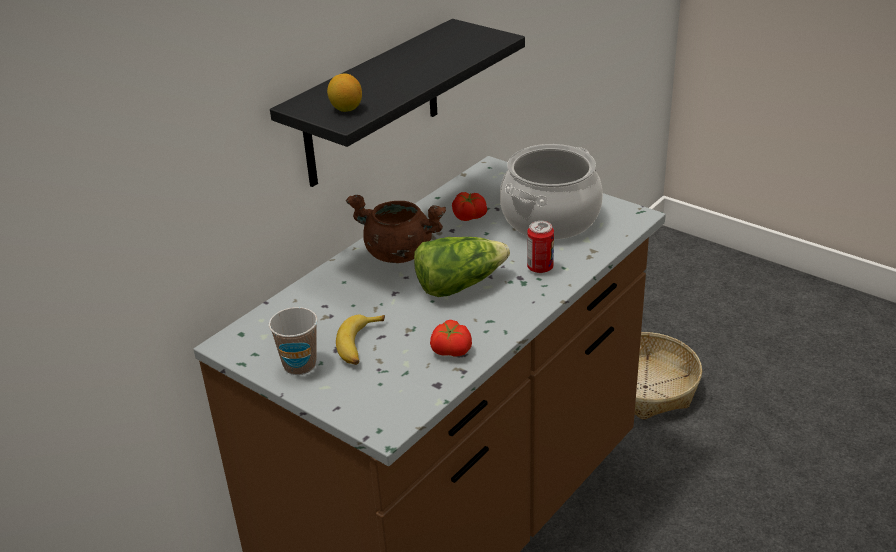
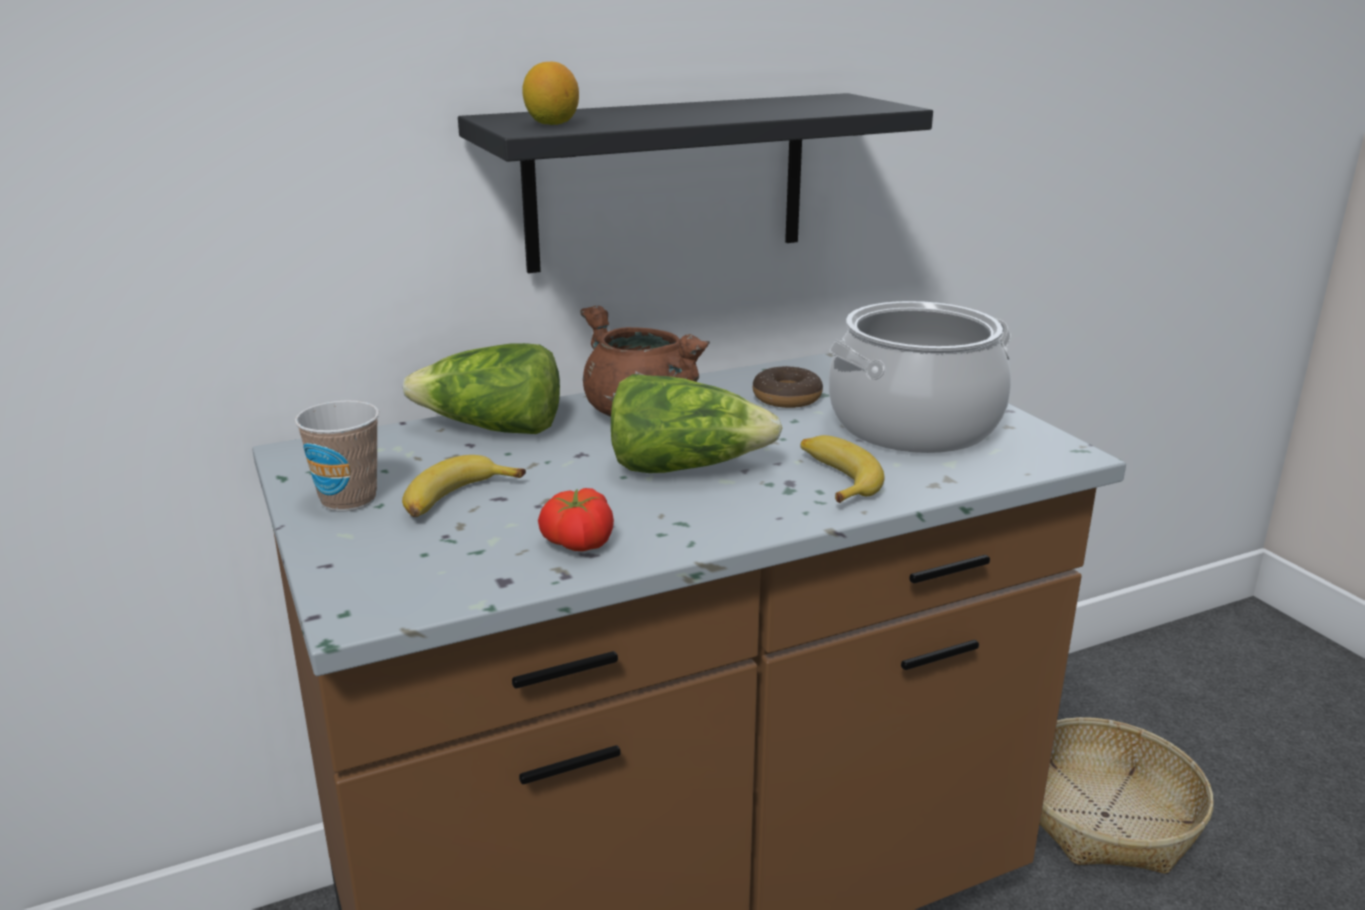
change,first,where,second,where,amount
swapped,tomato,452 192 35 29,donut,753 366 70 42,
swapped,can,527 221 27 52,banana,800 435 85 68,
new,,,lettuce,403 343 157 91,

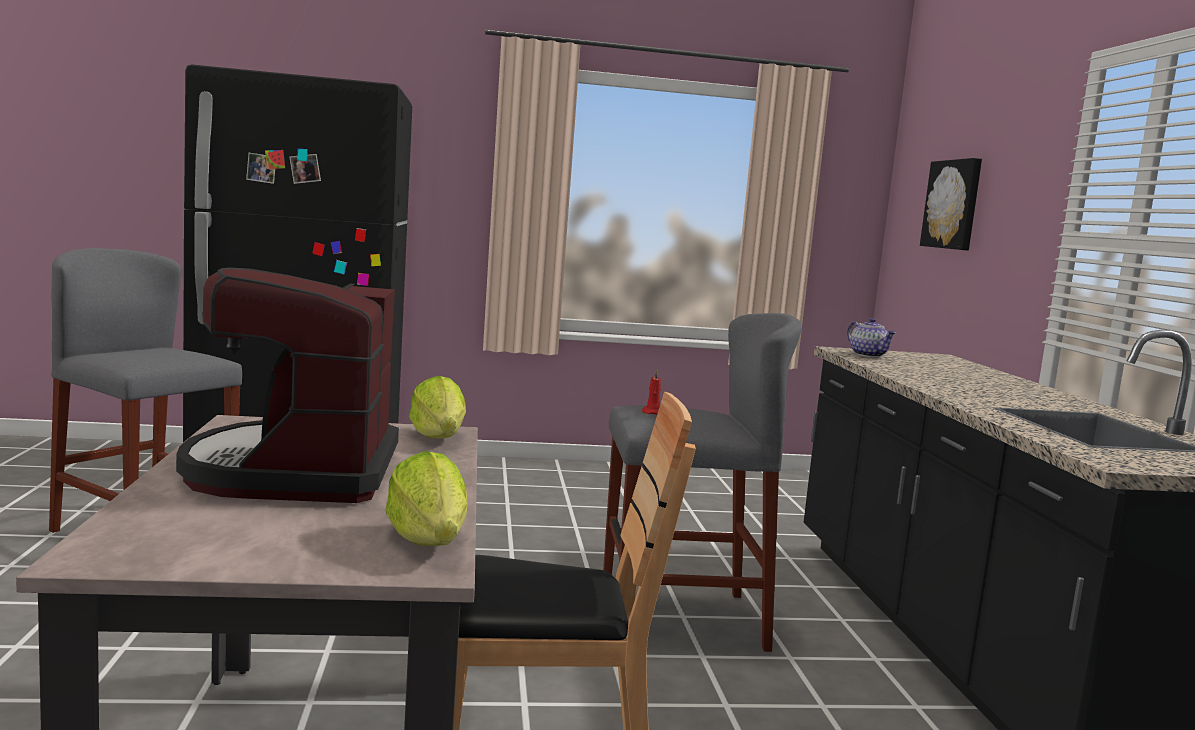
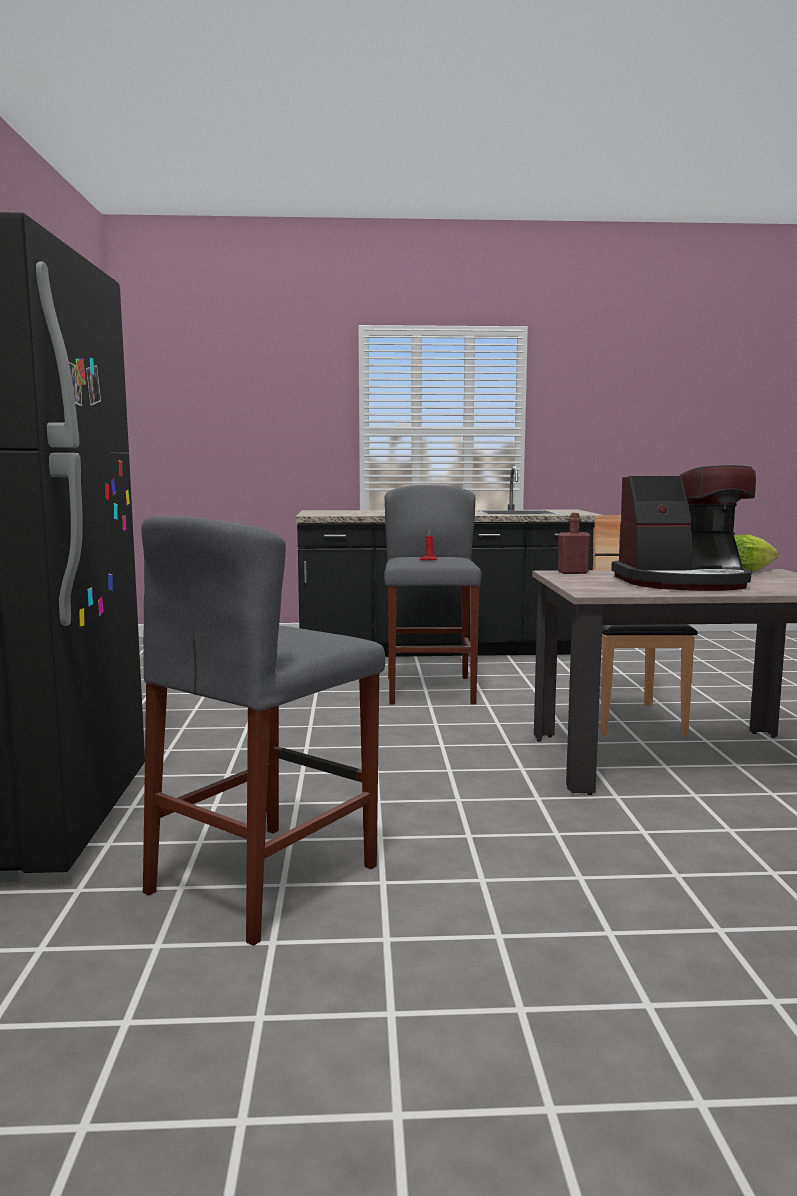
change,first,where,second,where,amount
gone,picture,920 158 62 93,,,
gone,teapot,847 318 49 40,,,
swapped,lettuce,409 376 57 62,red bottle,558 513 33 61,

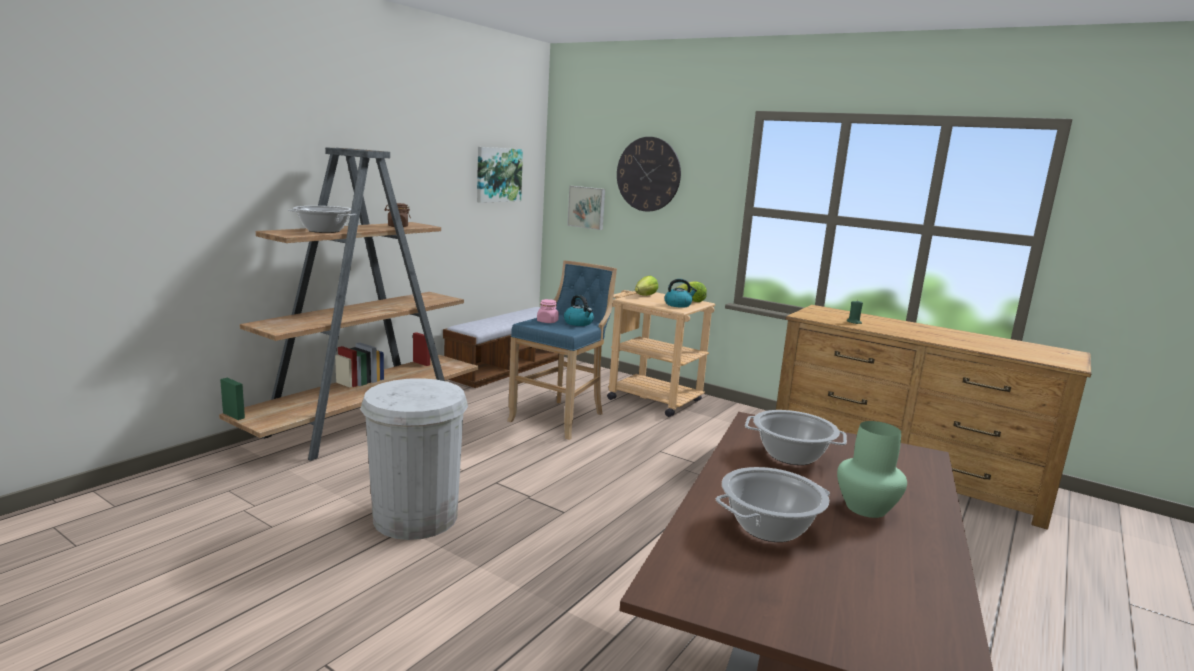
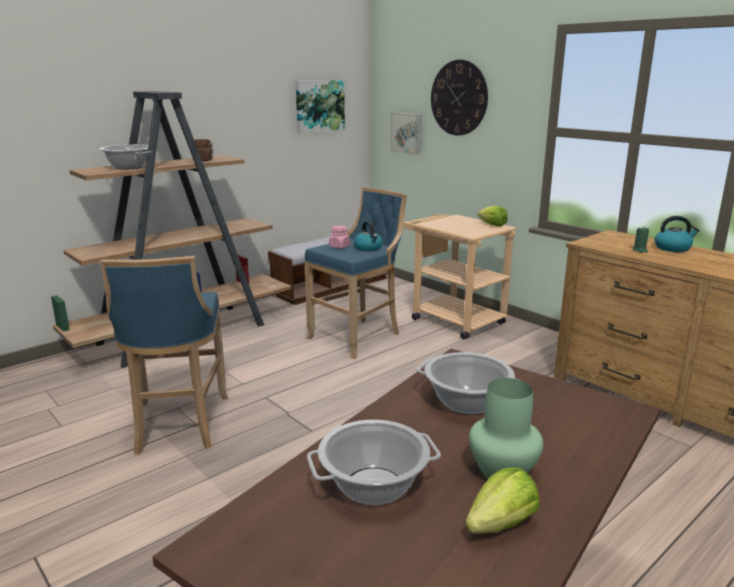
change,first,where,second,where,amount
shifted,lettuce,635 276 23 20,,466 467 74 67,
shifted,kettle,664 279 33 29,,655 216 45 36,
swapped,white trash can,360 378 108 162,blue stool,100 256 128 199,

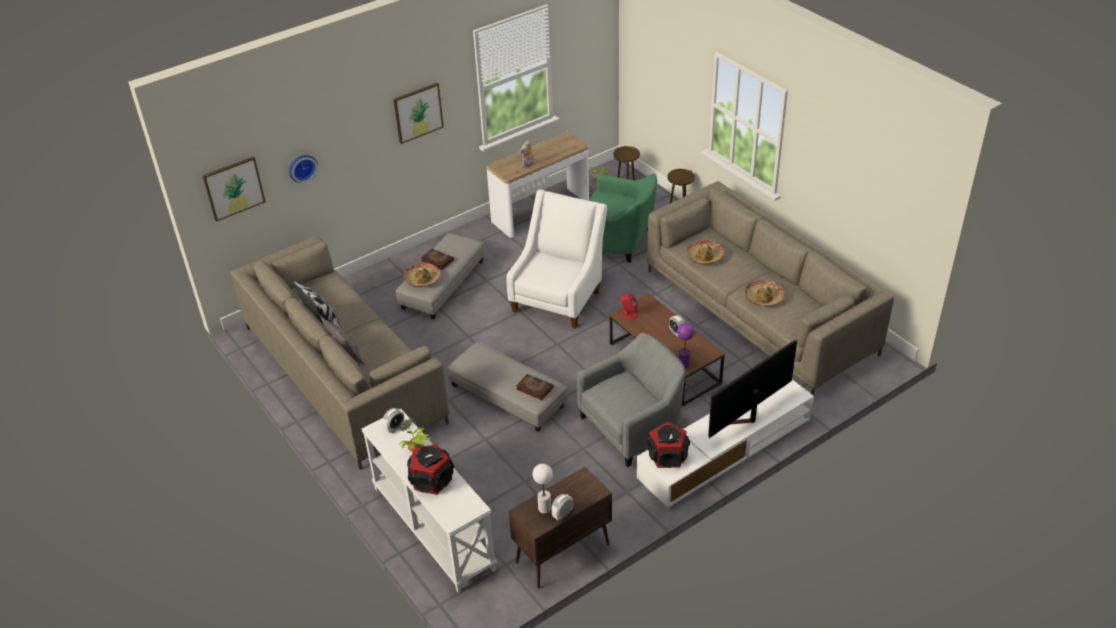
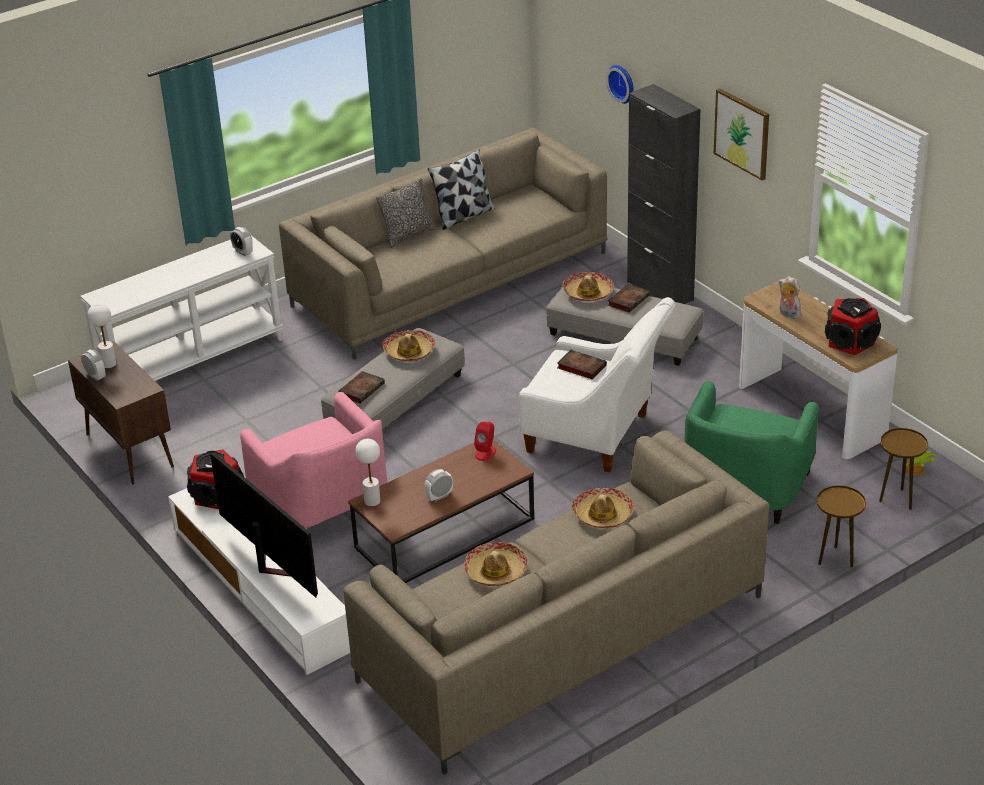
change,first,where,second,where,amount
gone,picture,202 156 64 66,,,
repainted,purple table lamp,677 323 18 45,white table lamp,355 439 25 67,
repainted,grey armchair,576 333 109 134,pink armchair,240 392 148 136,
gone,potted plant,400 418 30 34,,,
shifted,speaker,407 444 47 51,,825 298 56 57,
new,,,black cabinet,627 84 73 220,
new,,,hat,382 330 54 32,
new,,,book,557 350 50 30,

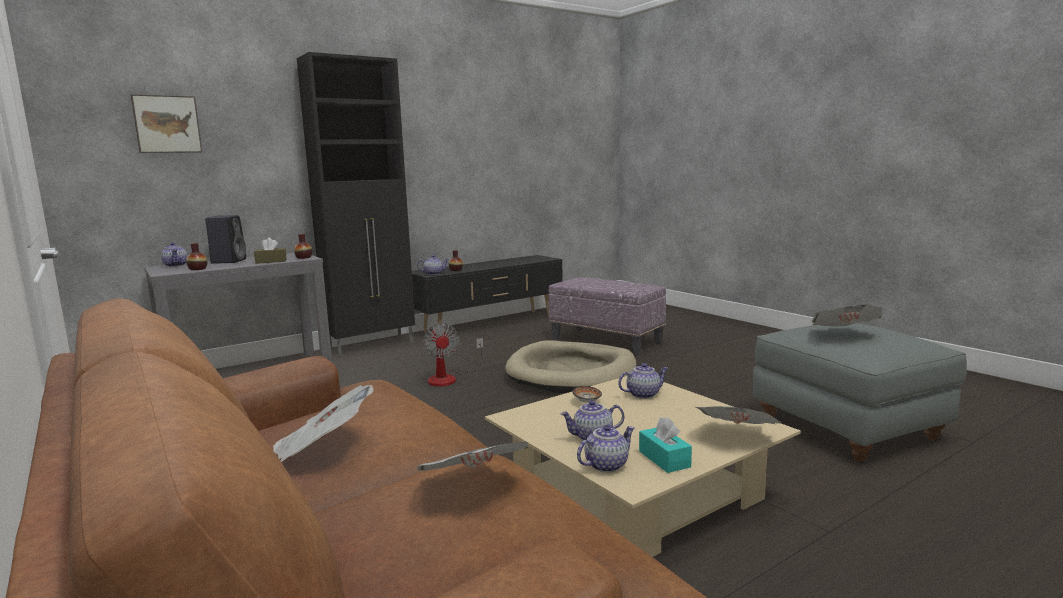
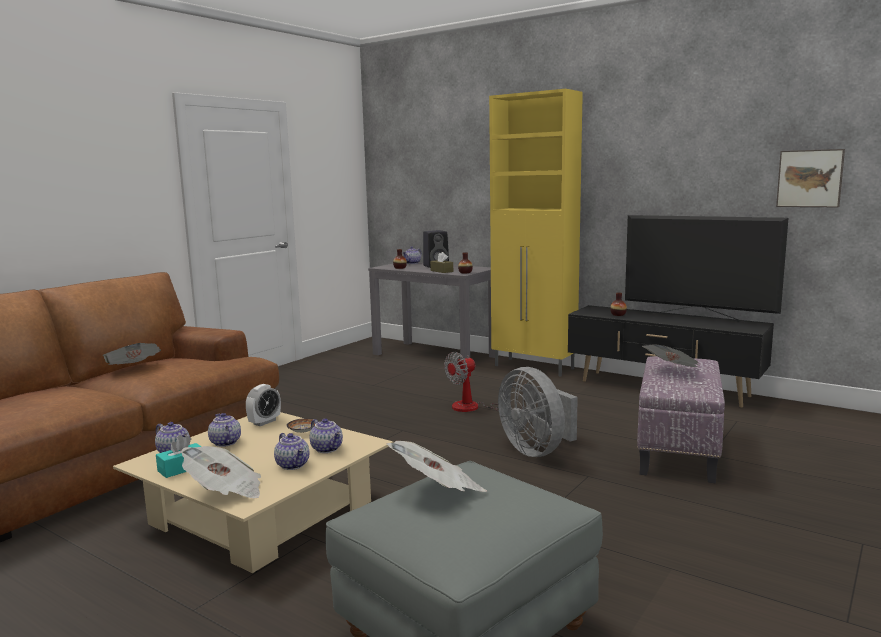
change,first,where,second,where,amount
repainted,black cabinet,297 52 118 305,yellow cabinet,489 89 94 288,
shifted,picture,131 94 71 59,,776 149 69 58,
shifted,teapot,417 255 32 20,,274 433 35 37,
swapped,beige dog bed,505 340 132 53,grey fan,498 367 80 90,
shifted,newspaper,417 442 112 29,,642 345 57 22,
new,,,television,625 215 163 108,
new,,,alarm clock,246 384 35 42,

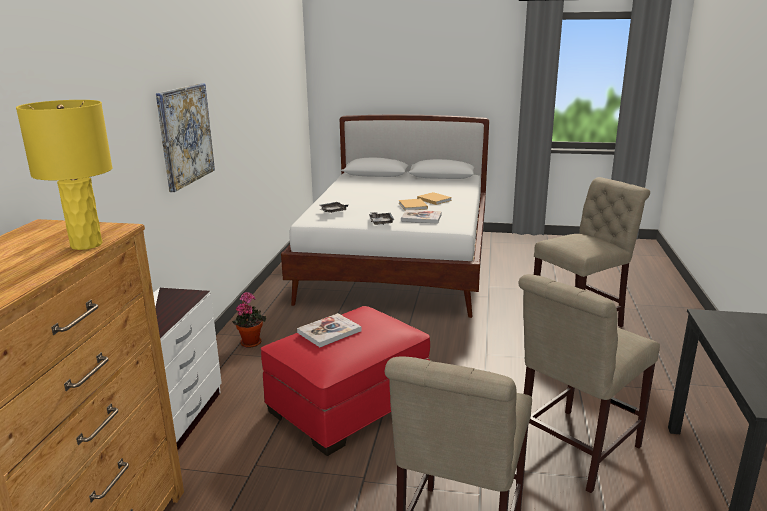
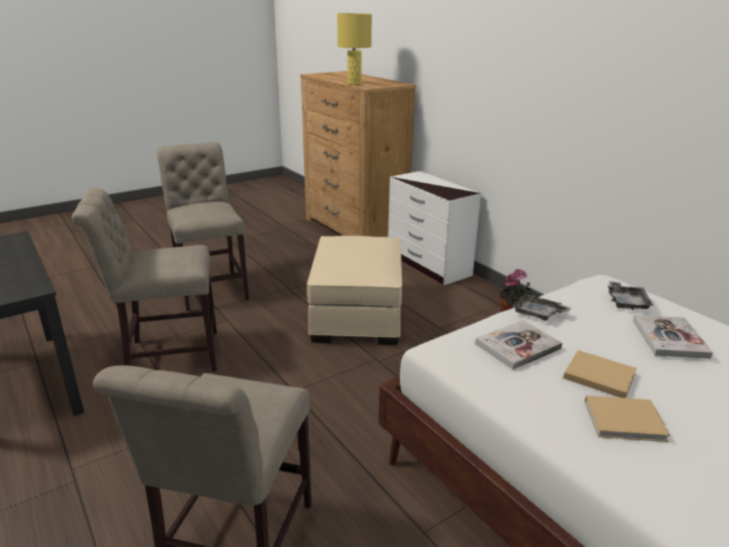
change,first,where,second,where,amount
gone,picture,156 83 59 109,,,
rotated,beige chair,518 274 142 219,,72 188 145 183,105 degrees counterclockwise
repainted,red ottoman,261 306 169 150,beige ottoman,307 236 95 109,
shifted,book,297 313 64 34,,633 315 80 44,

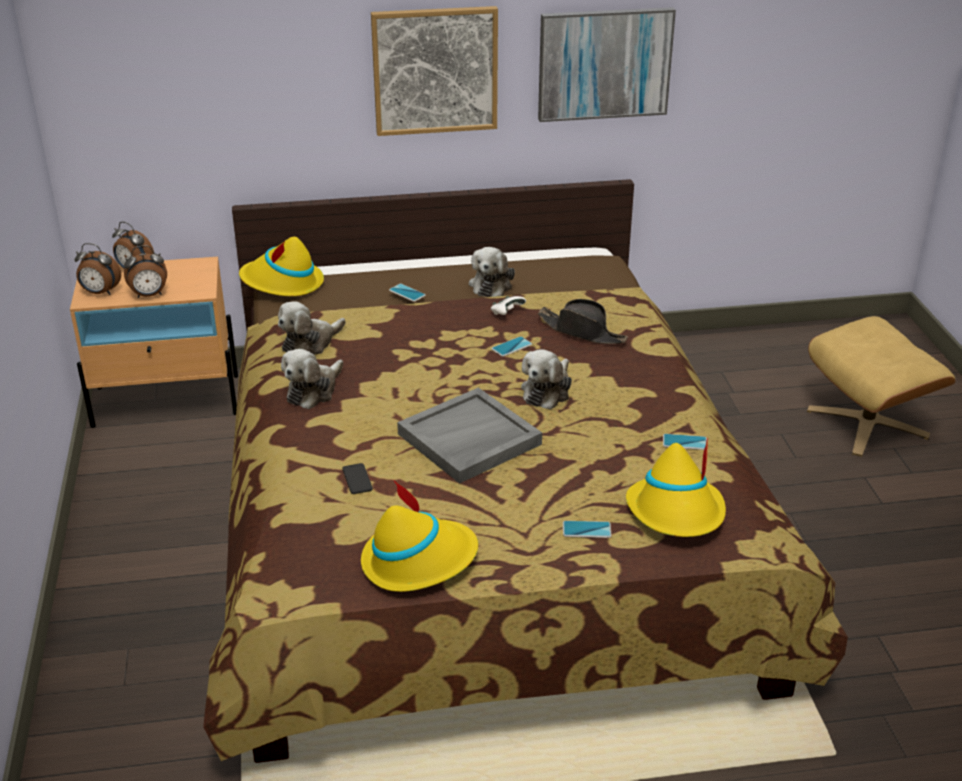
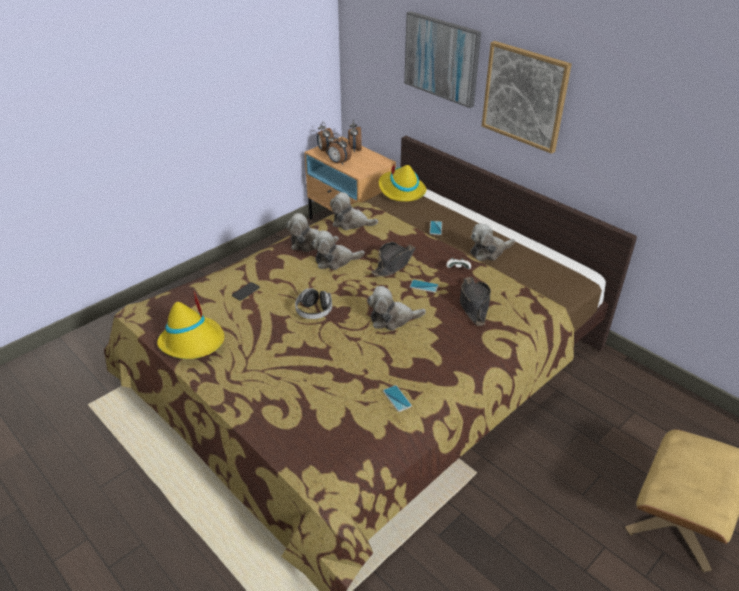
change,first,where,second,where,amount
shifted,picture,538 7 138 115,,404 11 77 97,
swapped,grey tray,397 387 145 97,headphones,295 288 37 31,
gone,yellow hat,626 437 100 100,,,
gone,phone,563 521 49 17,,,
new,,,plush toy,311 230 54 40,
new,,,black hat,371 242 44 35,

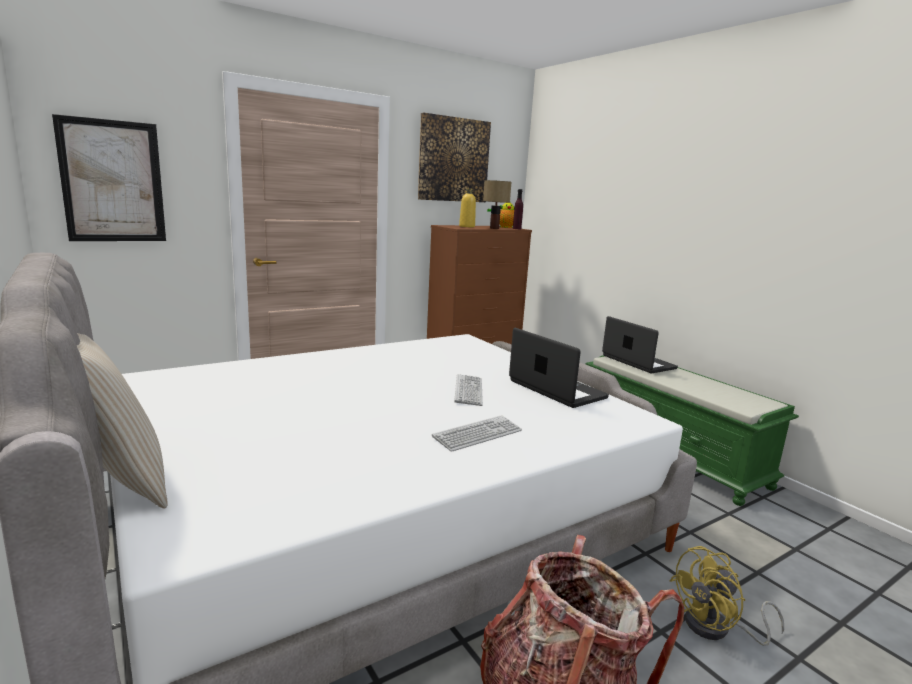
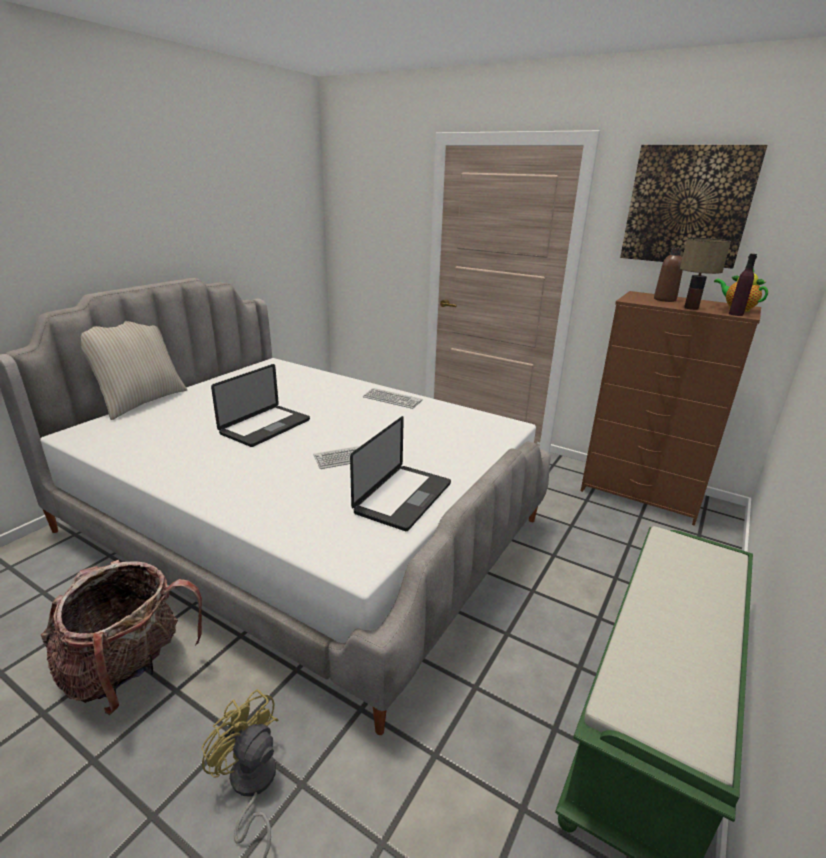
change,first,where,second,where,amount
gone,picture,52 114 114 127,,,
repainted,yellow bottle,459 189 17 38,brown bottle,654 248 29 54,
shifted,laptop,602 316 76 57,,211 364 99 83,
shifted,keyboard,432 415 90 37,,363 388 60 21,

